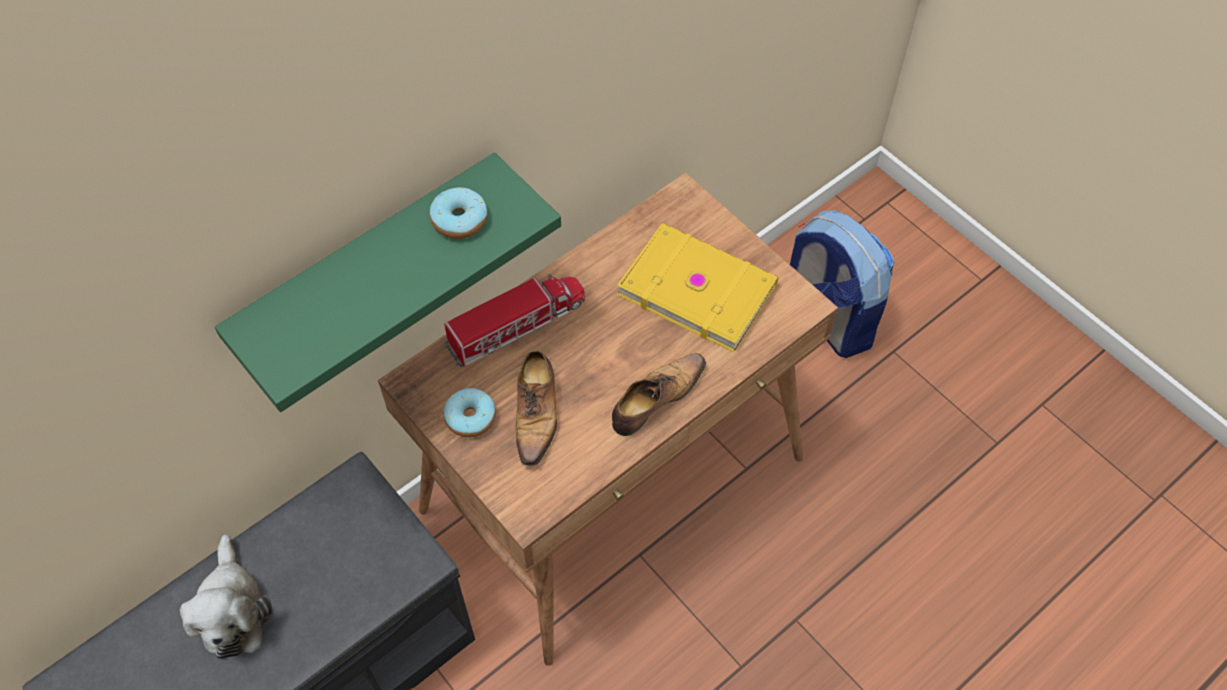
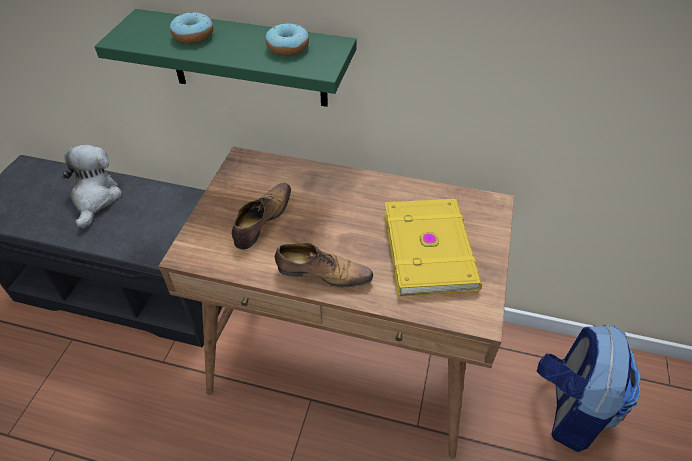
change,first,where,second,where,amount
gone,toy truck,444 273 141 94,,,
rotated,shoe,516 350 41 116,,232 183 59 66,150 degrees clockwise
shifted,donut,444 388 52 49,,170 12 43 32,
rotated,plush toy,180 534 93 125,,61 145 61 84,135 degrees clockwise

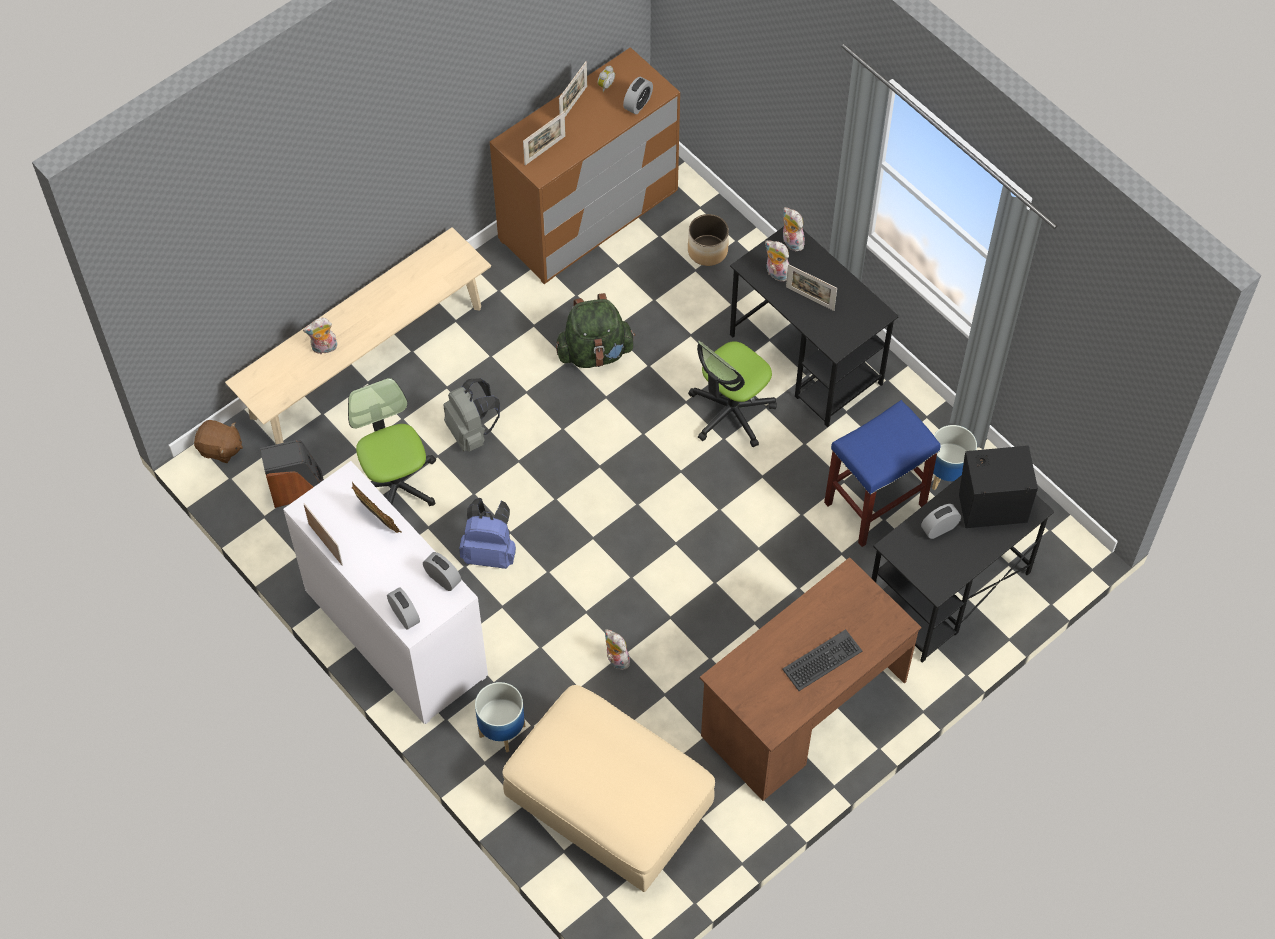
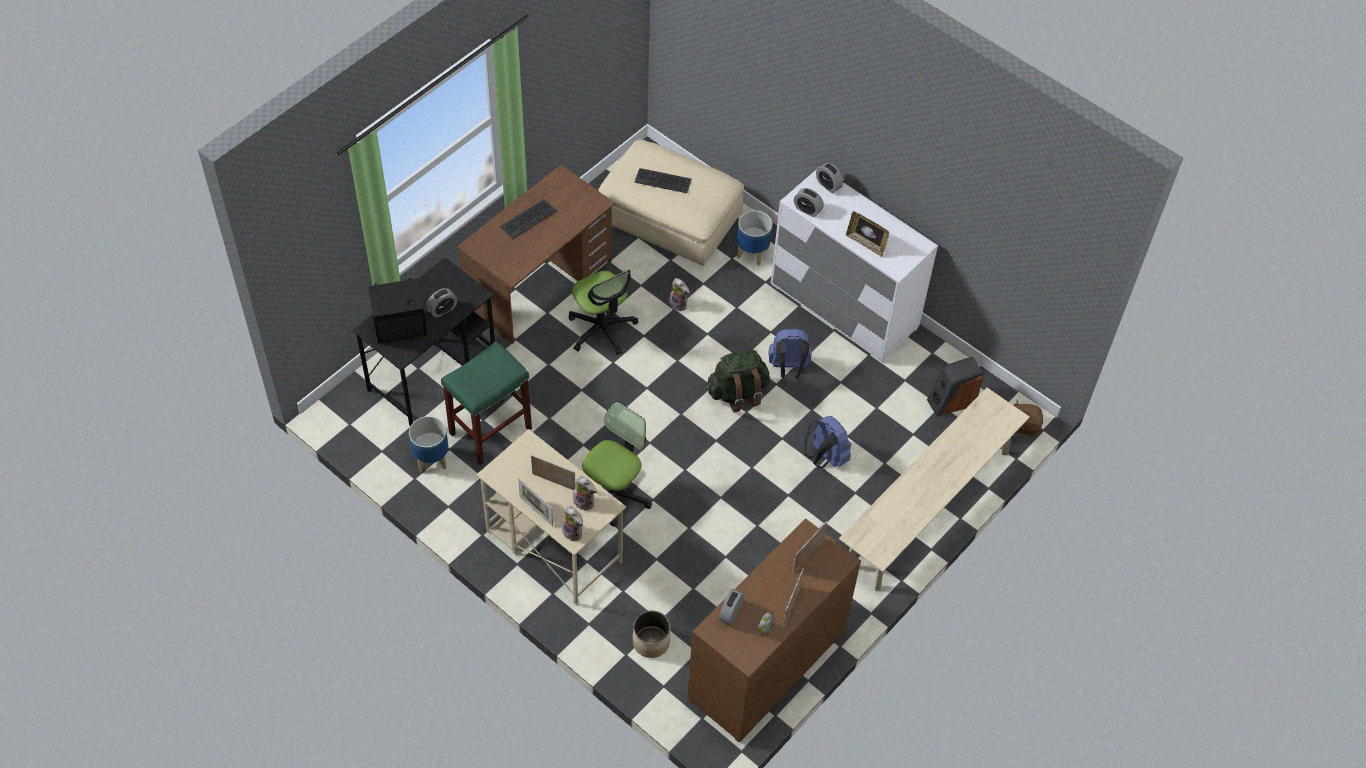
change,first,where,second,where,amount
repainted,black desk,730 227 169 200,beige desk,476 429 150 177,
shifted,green backpack,556 293 80 75,,706 349 64 63,
gone,plush toy,303 318 35 36,,,
shifted,office chair,348 378 88 128,,569 270 69 85,
repainted,grey backpack,444 378 56 74,blue backpack,804 416 47 52,
repainted,blue stool,824 400 116 147,green stool,441 341 91 124,
shifted,picture frame,303 503 40 63,,518 478 35 49,
new,,,keyboard,634 168 58 25,

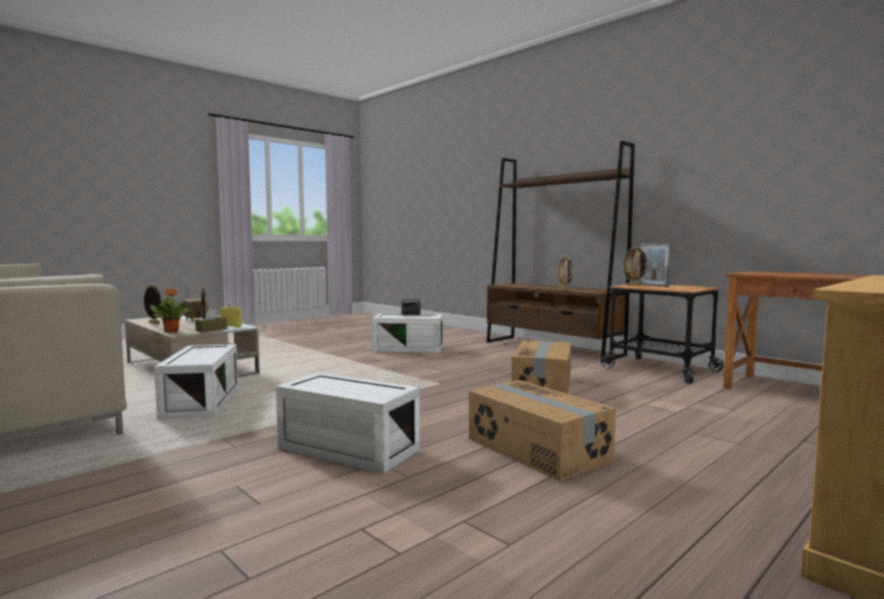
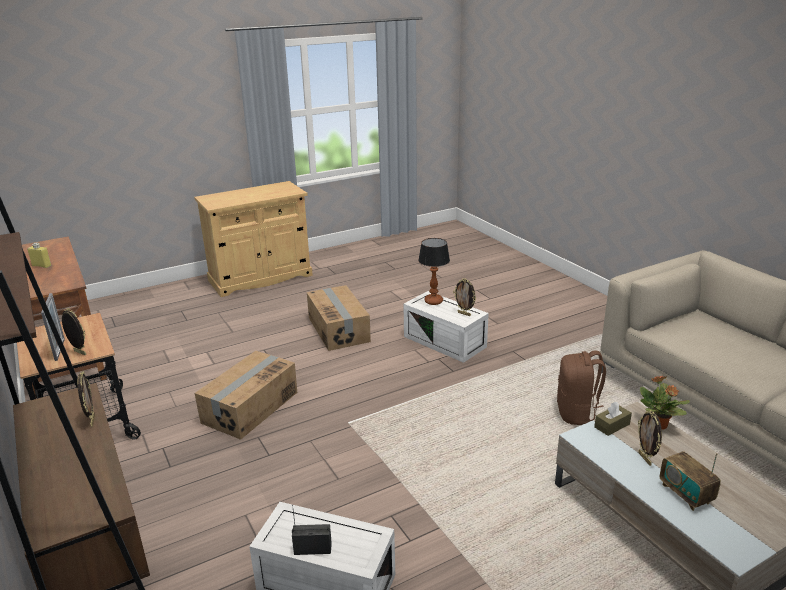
change,first,where,second,where,amount
shifted,picture frame,144 284 18 40,,453 278 23 38,
shifted,yellow bottle,221 302 21 25,,27 242 24 26,
swapped,white storage box,154 344 84 76,brown backpack,557 350 49 75,
new,,,table lamp,418 238 32 67,

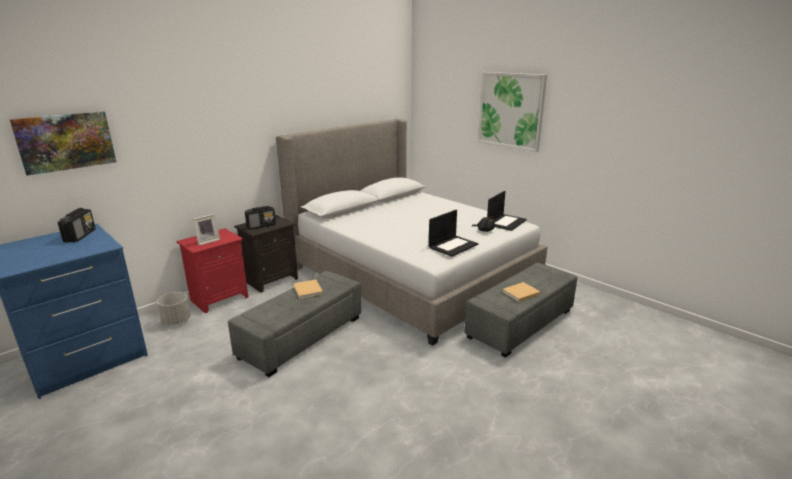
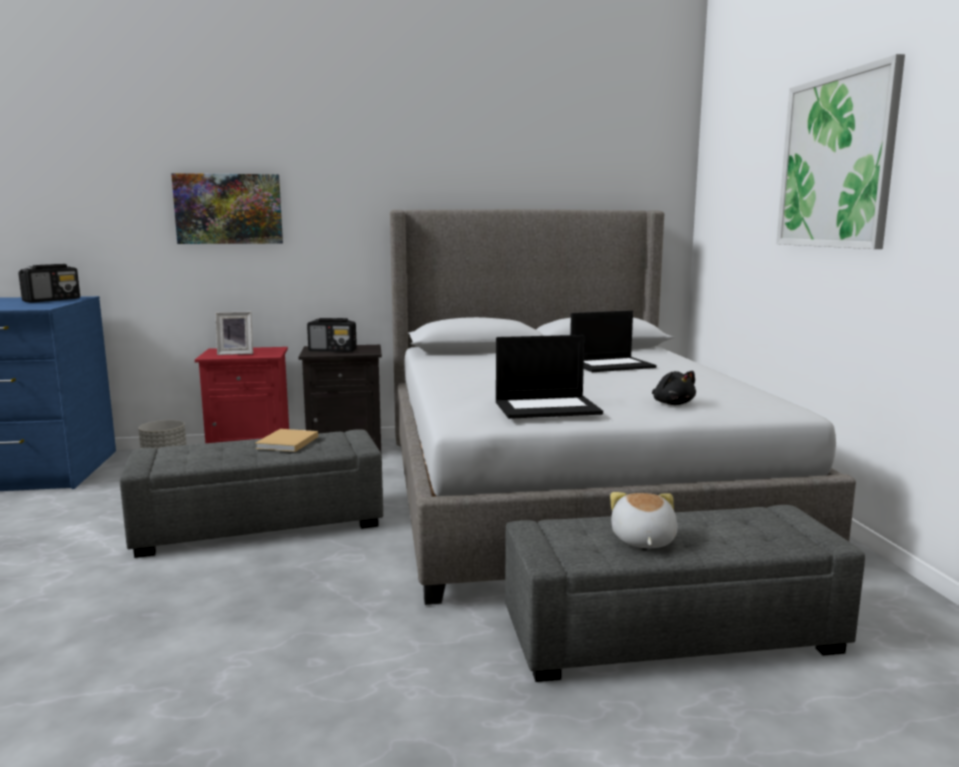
change,first,where,second,where,amount
shifted,picture,9 111 107 64,,171 173 112 71,
shifted,laptop,487 191 40 40,,570 310 86 62,
swapped,beige book,503 282 37 20,plush toy,610 492 68 56,

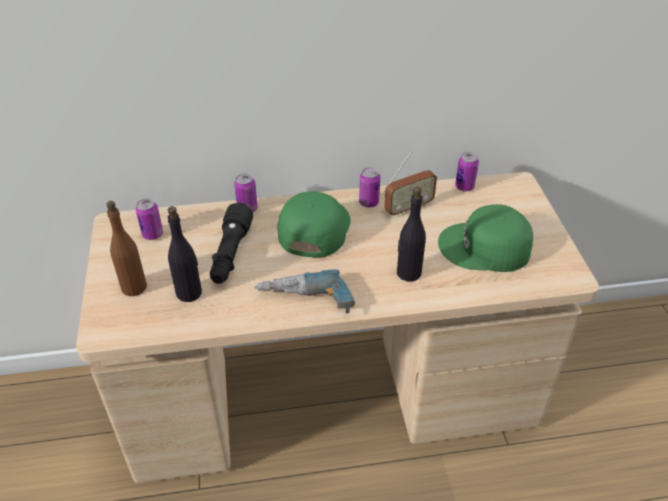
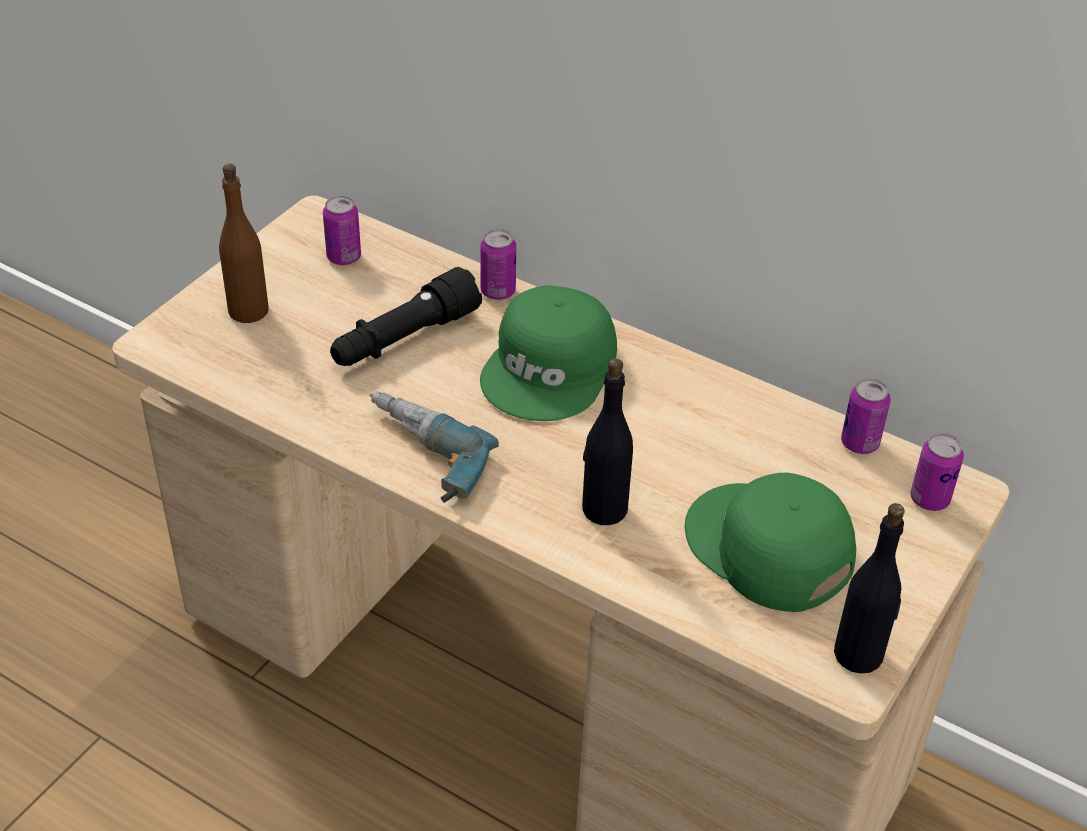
change,first,where,second,where,amount
gone,radio,384 152 53 65,,,
shifted,can,359 168 21 40,,910 433 54 78,
rotated,green cap,278 191 73 67,,480 286 137 135,150 degrees clockwise
shifted,black bottle,168 206 34 96,,834 503 71 170,

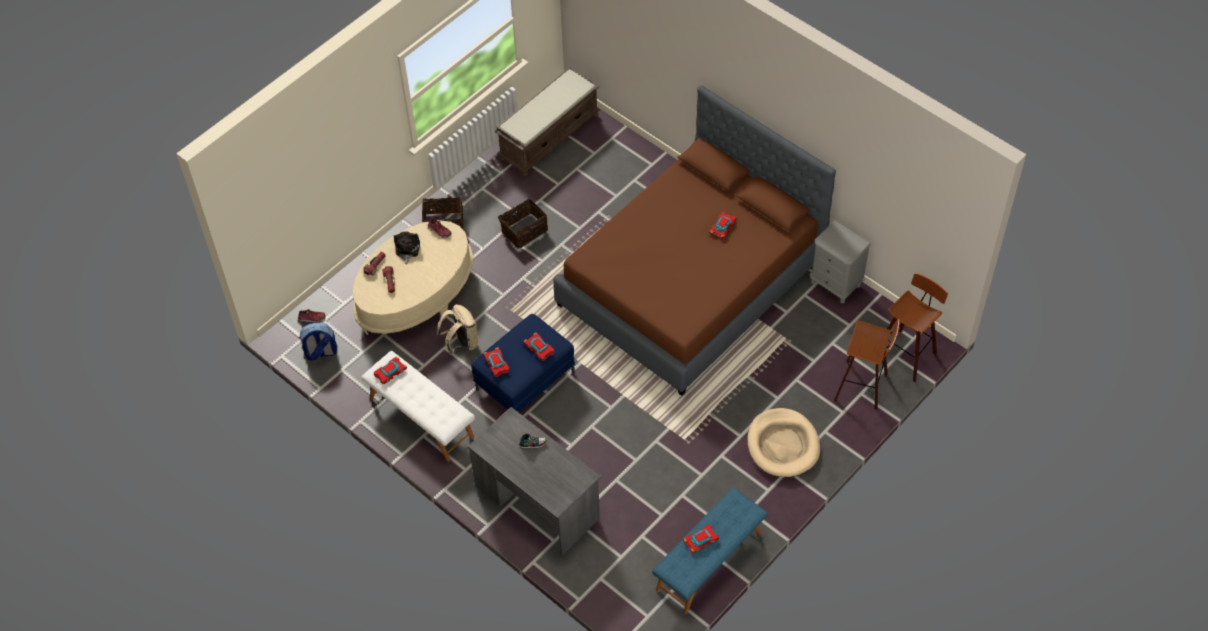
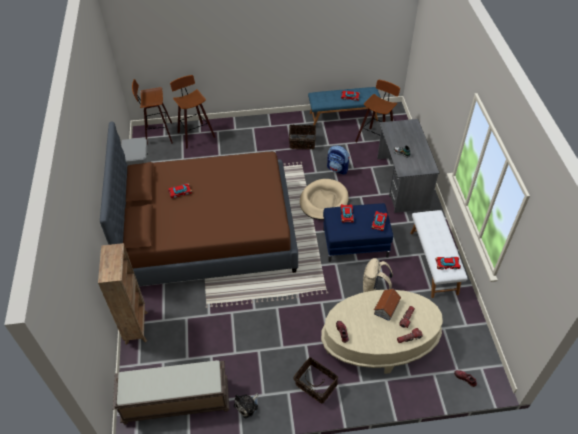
change,first,where,second,where,amount
shifted,basket,498 198 50 50,,289 125 27 24,
shifted,plush toy,394 232 26 33,,234 393 24 25,
shifted,backpack,299 322 38 39,,327 146 23 29,
shifted,beige dog bed,747 408 73 69,,300 179 49 41,
new,,,stool,355 80 45 63,
new,,,brown bookcase,98 243 50 102,
new,,,toy house,374 289 27 32,

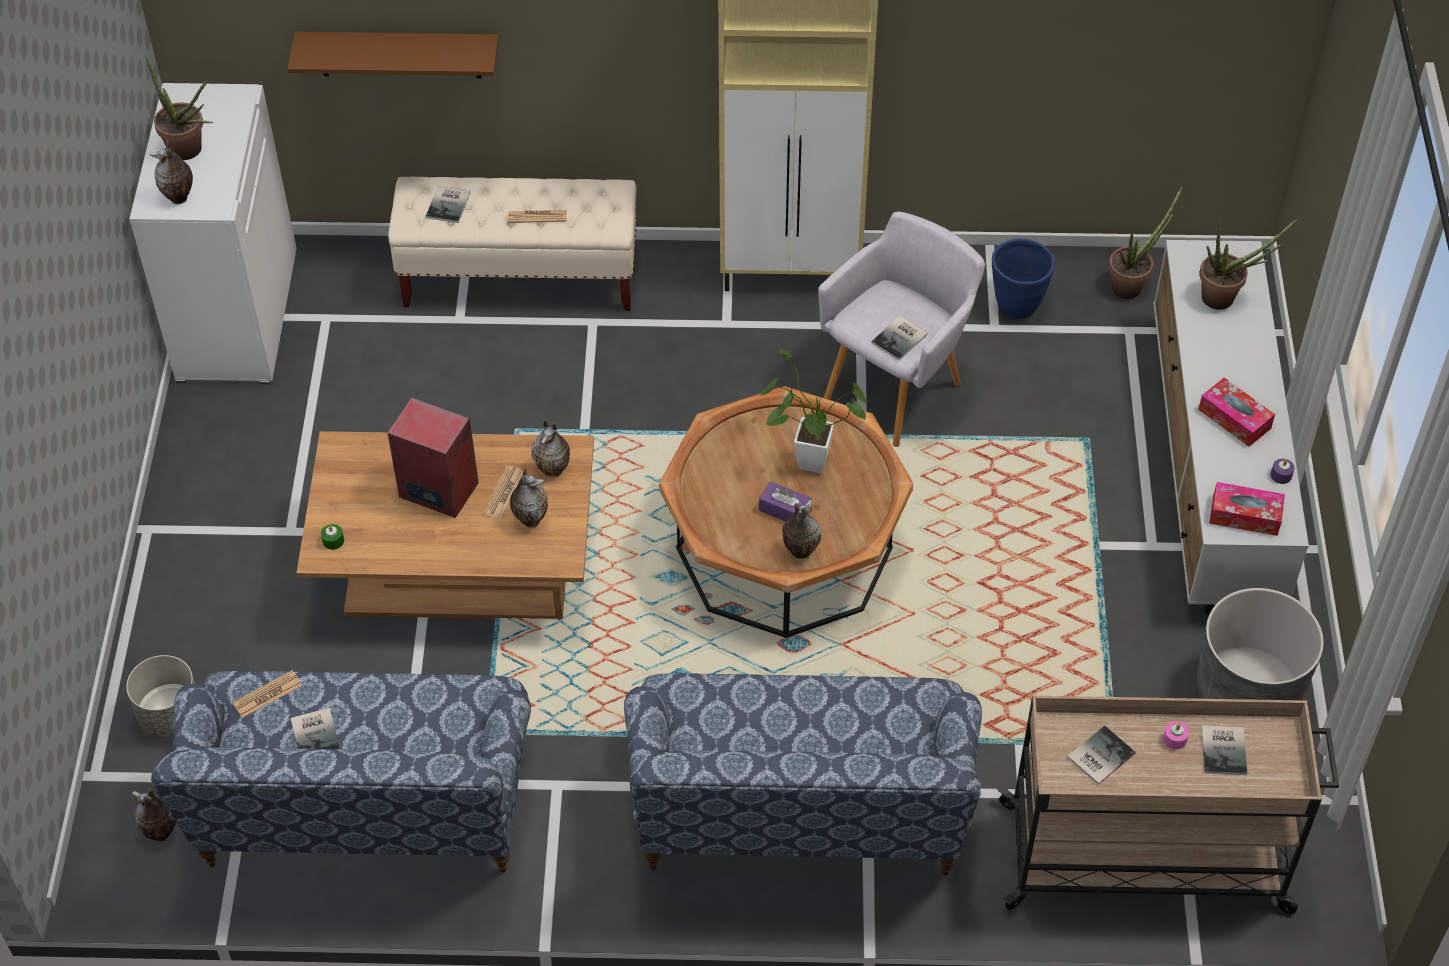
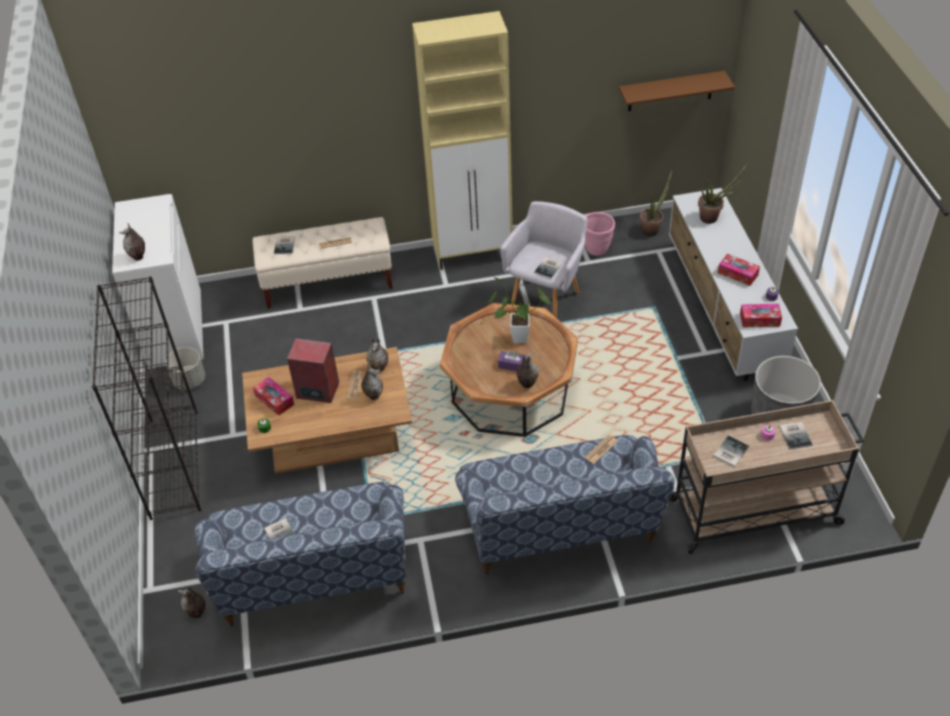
change,first,where,second,where,amount
shifted,brown shelf,287 32 212 46,,618 71 117 40,
gone,potted plant,145 56 69 104,,,
repainted,blue planter,992 239 63 80,pink planter,585 212 30 44,
shifted,grey planter,126 655 69 83,,166 347 39 43,
shifted,newspaper,232 670 70 48,,585 435 33 29,
new,,,black bookcase,92 277 109 243,
new,,,tissue box,253 377 41 39,

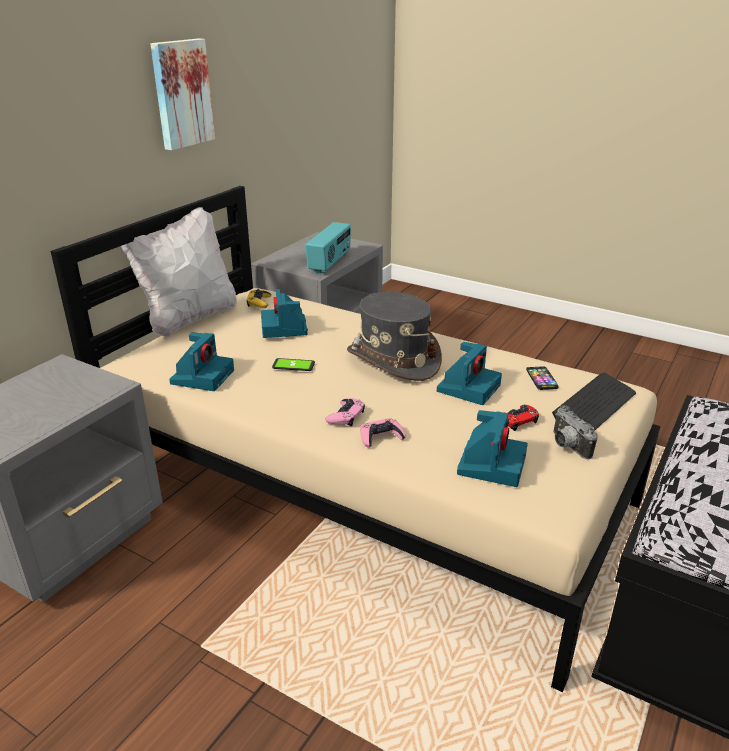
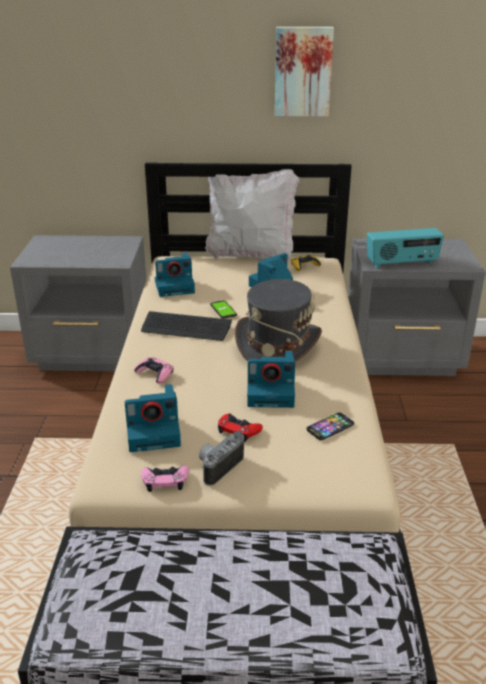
change,first,where,second,where,amount
shifted,keyboard,552 373 84 58,,141 311 91 30,
shifted,pink game controller,325 398 40 28,,141 465 48 27,

